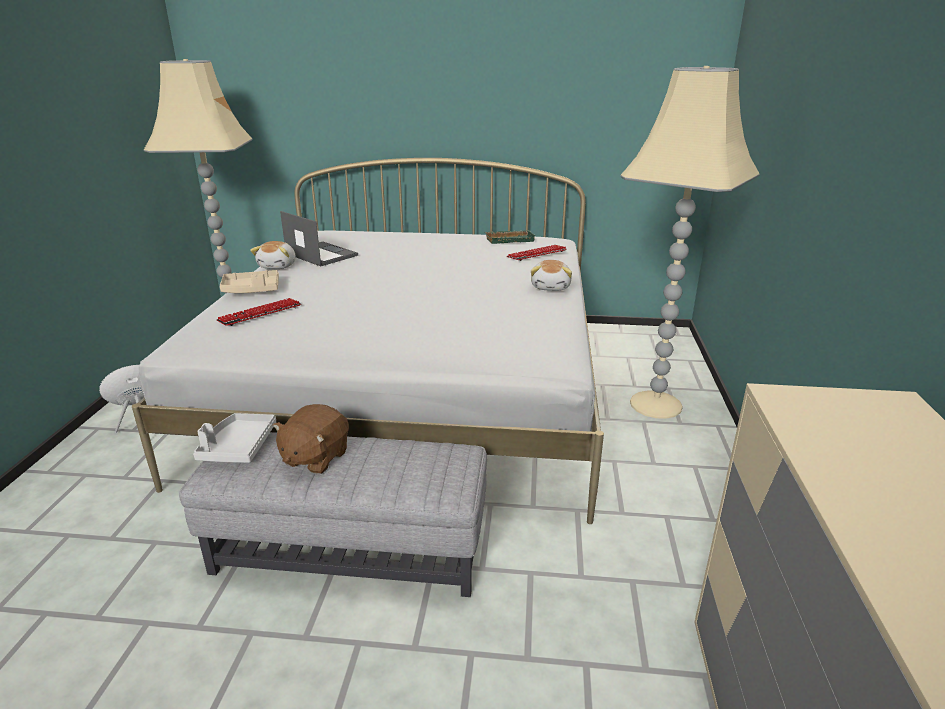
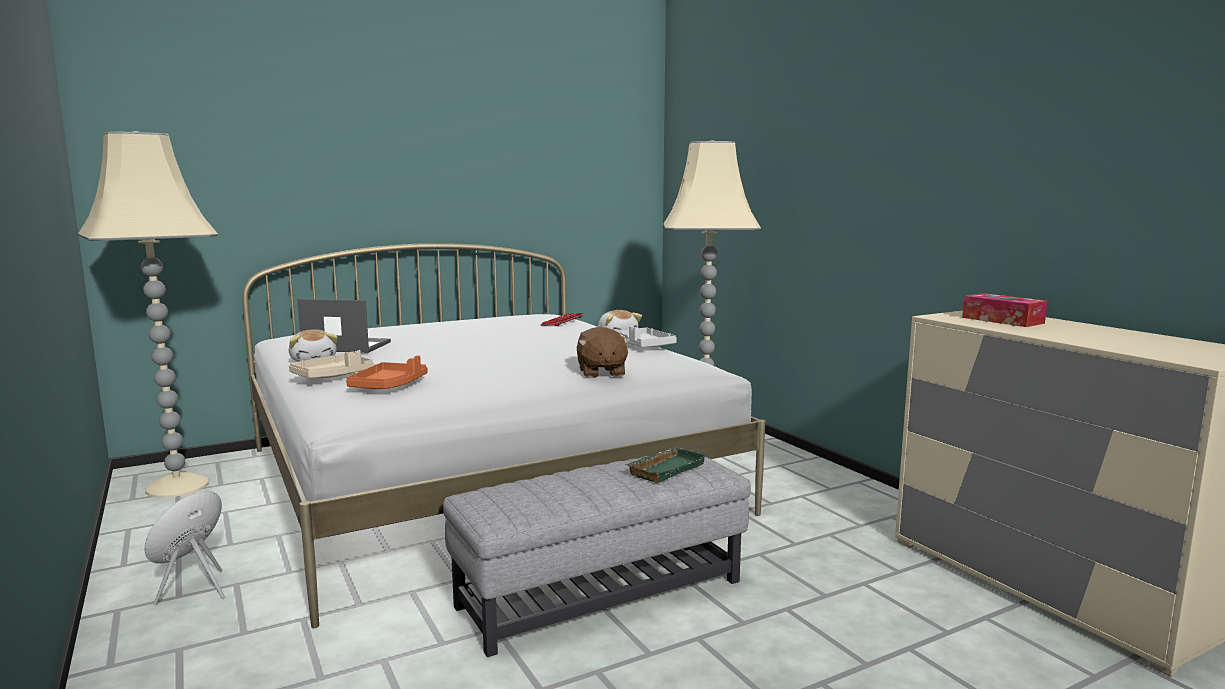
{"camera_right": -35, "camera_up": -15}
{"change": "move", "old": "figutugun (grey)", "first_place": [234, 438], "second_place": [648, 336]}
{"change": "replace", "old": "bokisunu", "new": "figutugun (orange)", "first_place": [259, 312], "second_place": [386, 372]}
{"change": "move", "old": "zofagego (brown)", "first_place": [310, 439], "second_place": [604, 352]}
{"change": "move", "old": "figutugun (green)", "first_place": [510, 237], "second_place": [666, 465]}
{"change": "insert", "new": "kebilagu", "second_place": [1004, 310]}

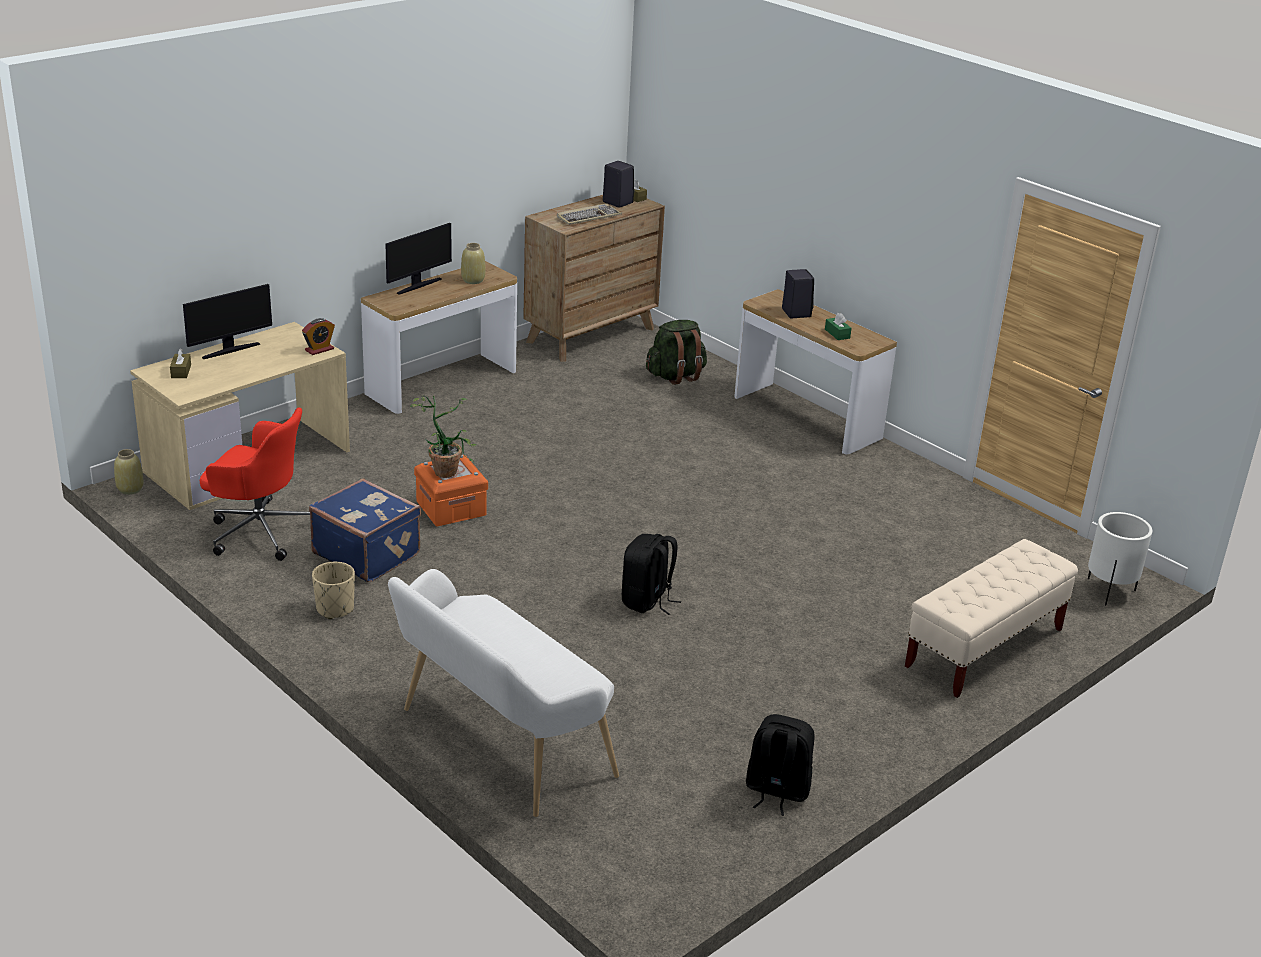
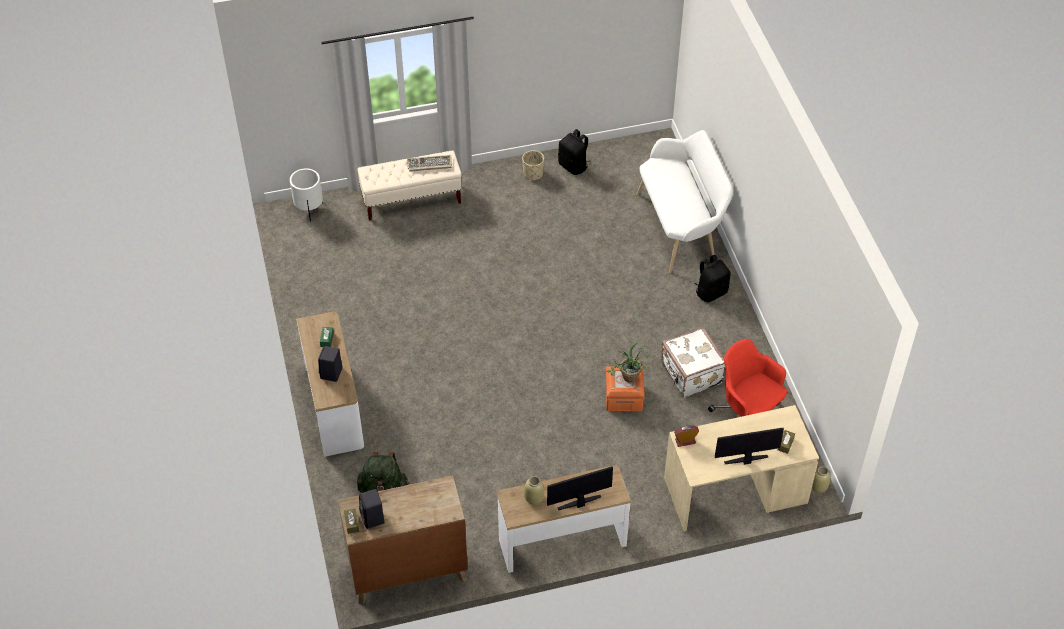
{"camera_right": -150, "camera_up": 20}
{"change": "recolor", "old": "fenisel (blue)", "new": "fenisel (white)", "first_place": [365, 530], "second_place": [693, 362]}
{"change": "move", "old": "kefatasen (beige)", "first_place": [333, 590], "second_place": [533, 165]}
{"change": "move", "old": "bokisunu", "first_place": [589, 214], "second_place": [429, 163]}
{"change": "move", "old": "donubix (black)", "first_place": [651, 574], "second_place": [713, 278]}

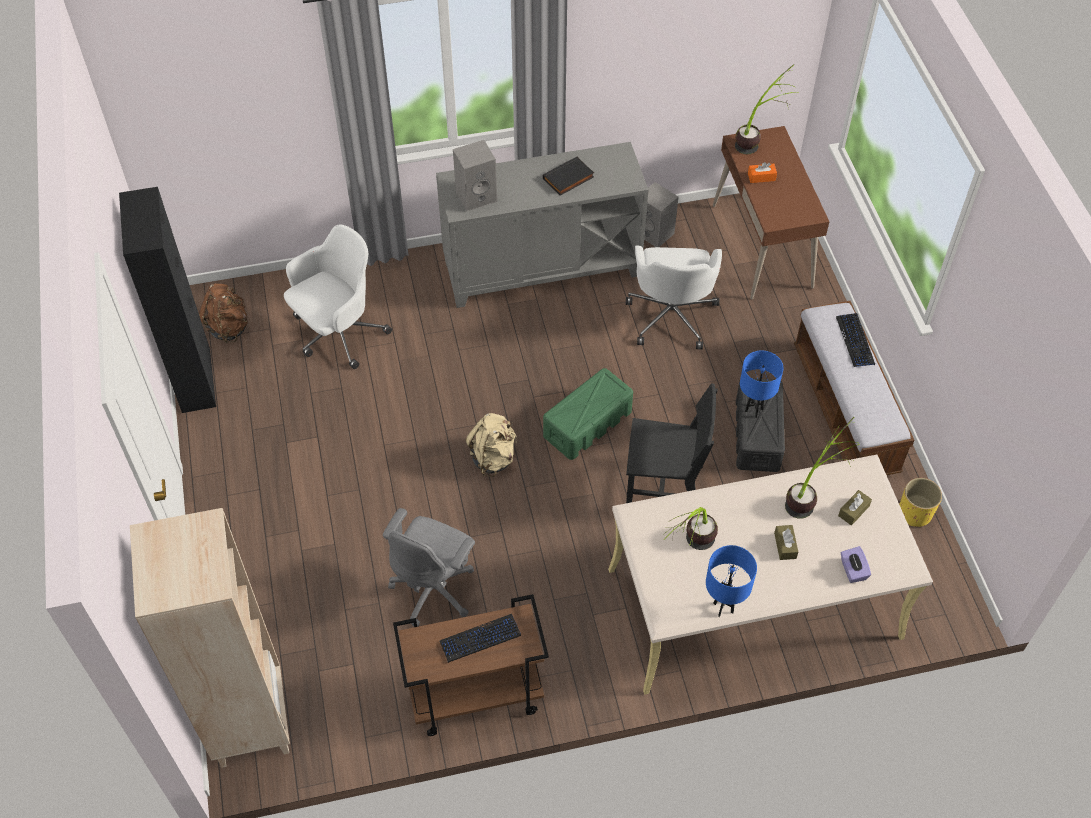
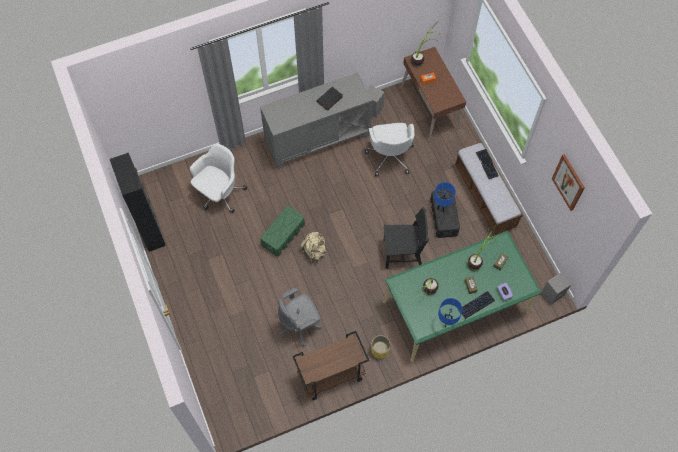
{"camera_right": -10, "camera_up": 10}
{"change": "delete", "old": "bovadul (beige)", "first_place": [210, 638]}
{"change": "delete", "old": "donubix (brown)", "first_place": [223, 313]}
{"change": "rotate", "old": "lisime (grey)", "first_place": [429, 567], "second_place": [300, 317], "degrees": 45}
{"change": "move", "old": "bokisunu", "first_place": [480, 638], "second_place": [478, 305]}
{"change": "move", "old": "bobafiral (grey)", "first_place": [475, 175], "second_place": [556, 288]}
{"change": "move", "old": "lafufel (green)", "first_place": [588, 414], "second_place": [282, 231]}
{"change": "recolor", "old": "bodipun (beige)", "new": "bodipun (green)", "first_place": [770, 575], "second_place": [462, 296]}
{"change": "move", "old": "kefatasen (yellow)", "first_place": [920, 502], "second_place": [381, 347]}
{"change": "insert", "new": "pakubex", "second_place": [568, 182]}

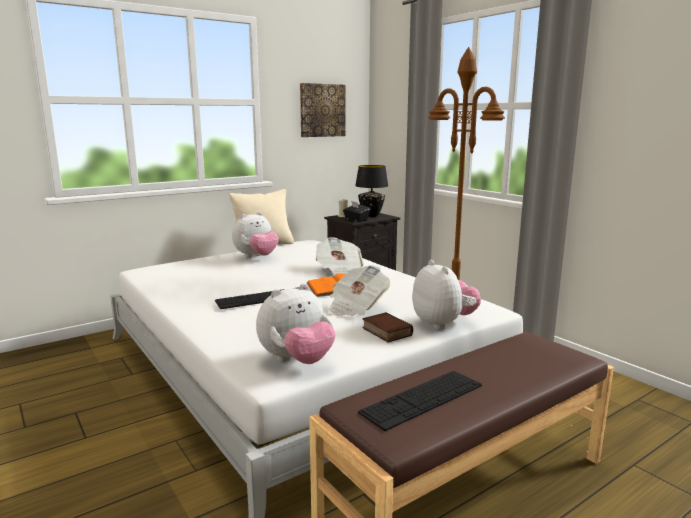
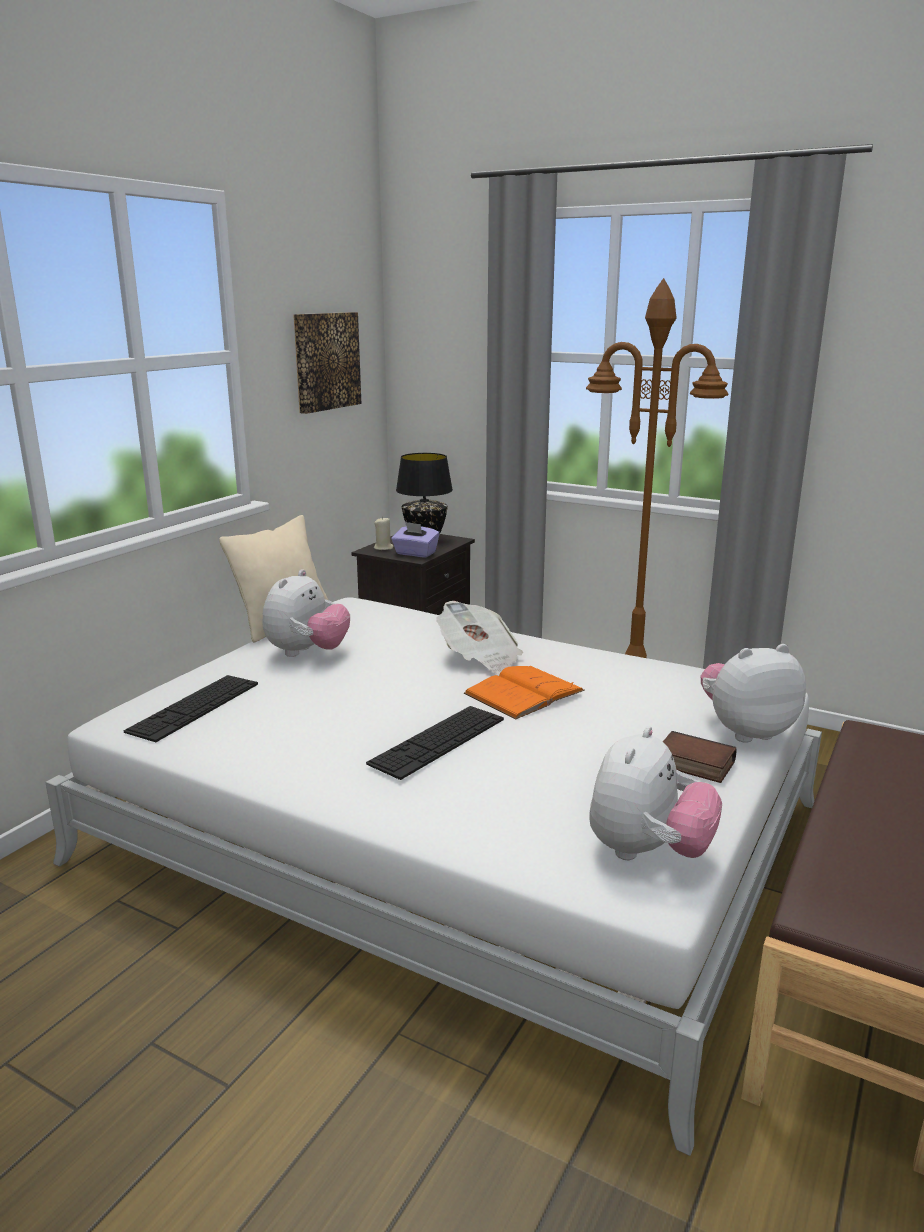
{"camera_right": -25, "camera_up": 5}
{"change": "delete", "old": "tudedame", "first_place": [358, 290]}
{"change": "recolor", "old": "kebilagu (black)", "new": "kebilagu (purple)", "first_place": [356, 211], "second_place": [416, 540]}
{"change": "move", "old": "bokisunu", "first_place": [420, 401], "second_place": [191, 708]}
{"change": "rotate", "old": "zofagego", "first_place": [446, 295], "second_place": [753, 693], "degrees": -60}

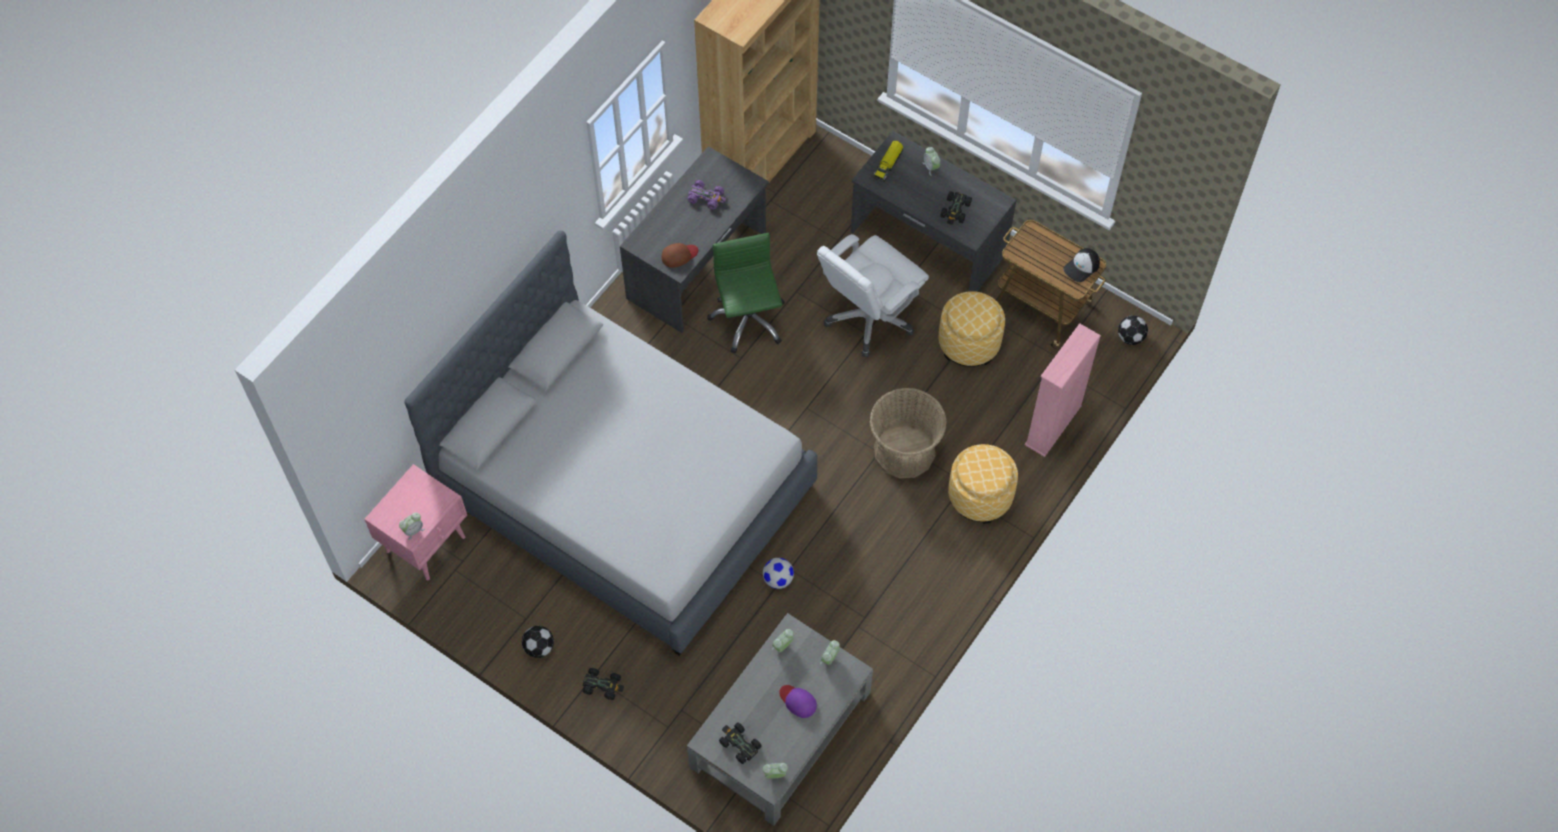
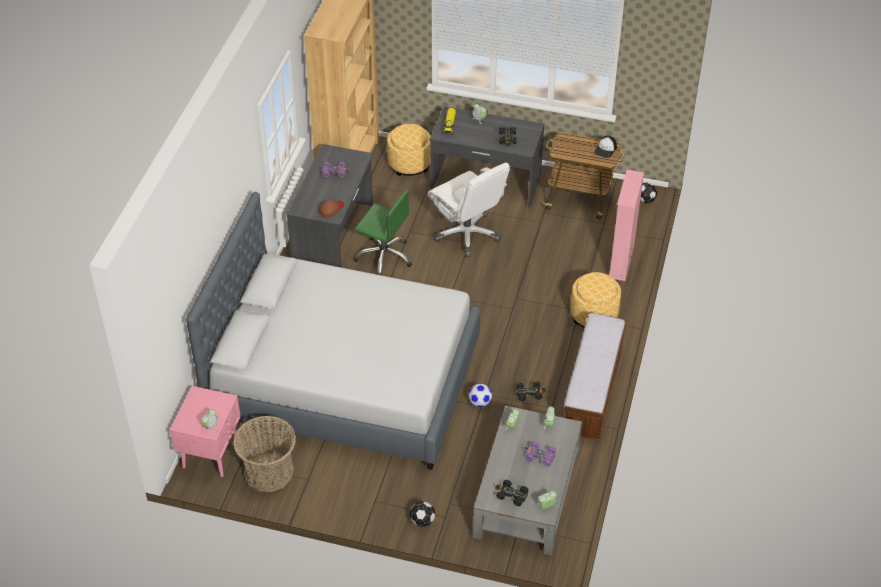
{"camera_right": -20, "camera_up": -15}
{"change": "move", "old": "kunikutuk", "first_place": [538, 642], "second_place": [422, 514]}
{"change": "move", "old": "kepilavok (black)", "first_place": [603, 684], "second_place": [531, 391]}
{"change": "rotate", "old": "lisime (green)", "first_place": [746, 293], "second_place": [383, 232], "degrees": 150}
{"change": "replace", "old": "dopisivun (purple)", "new": "kepilavok (purple)", "first_place": [798, 701], "second_place": [539, 454]}
{"change": "rotate", "old": "lisime (white)", "first_place": [873, 295], "second_place": [469, 210], "degrees": -60}
{"change": "move", "old": "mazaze", "first_place": [908, 433], "second_place": [264, 454]}
{"change": "move", "old": "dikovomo", "first_place": [972, 329], "second_place": [409, 150]}
{"change": "insert", "new": "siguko", "second_place": [595, 377]}

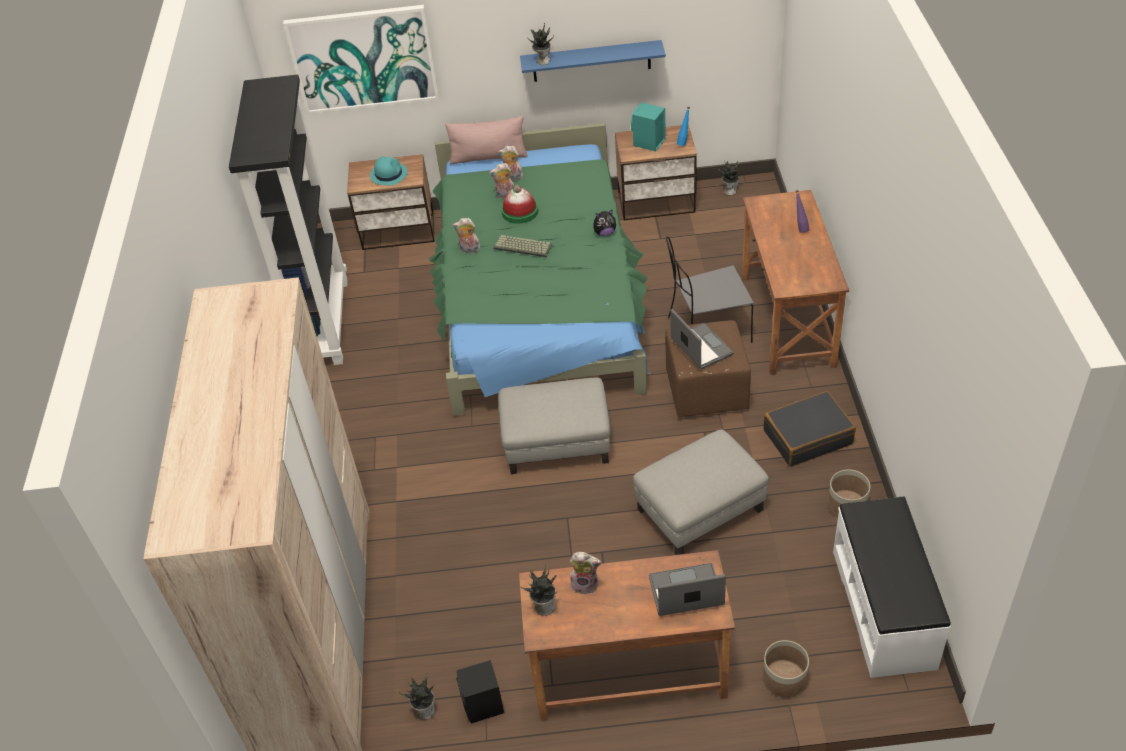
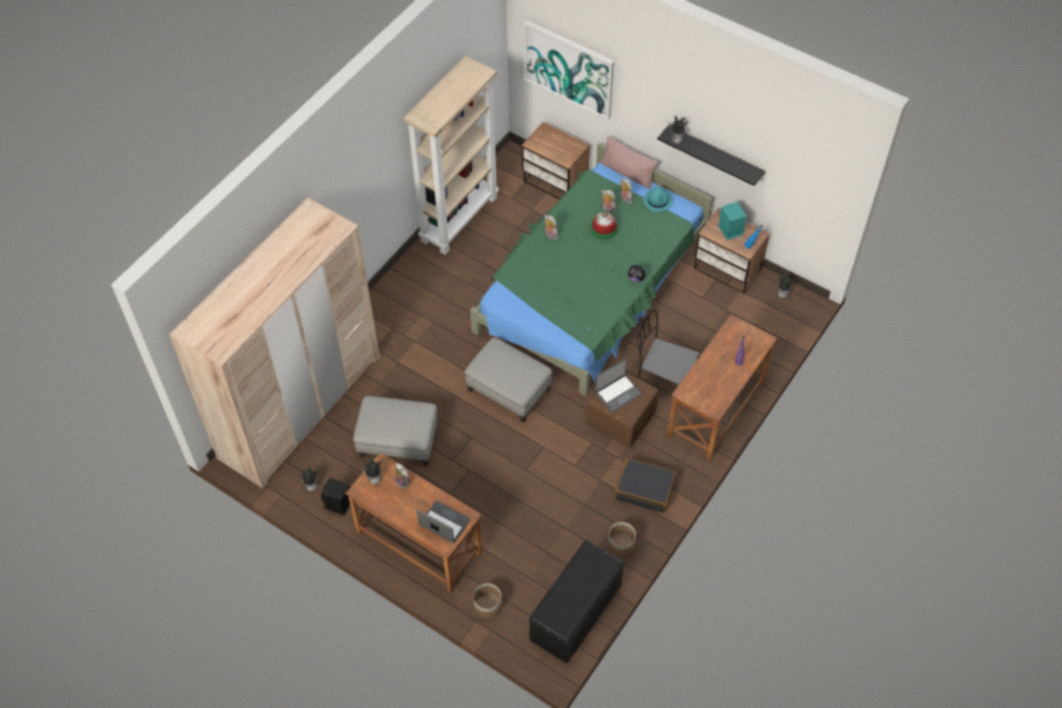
{"camera_right": 35, "camera_up": 10}
{"change": "recolor", "old": "bovadul (black)", "new": "bovadul (beige)", "first_place": [288, 220], "second_place": [451, 155]}
{"change": "move", "old": "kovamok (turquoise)", "first_place": [389, 170], "second_place": [657, 199]}
{"change": "delete", "old": "bokisunu", "first_place": [523, 246]}
{"change": "recolor", "old": "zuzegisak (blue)", "new": "zuzegisak (black)", "first_place": [593, 61], "second_place": [711, 155]}
{"change": "move", "old": "dikovomo (grey)", "first_place": [701, 492], "second_place": [395, 431]}
{"change": "rotate", "old": "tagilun", "first_place": [701, 339], "second_place": [618, 385], "degrees": 45}
{"change": "recolor", "old": "siguko (white)", "new": "siguko (black)", "first_place": [892, 587], "second_place": [576, 602]}

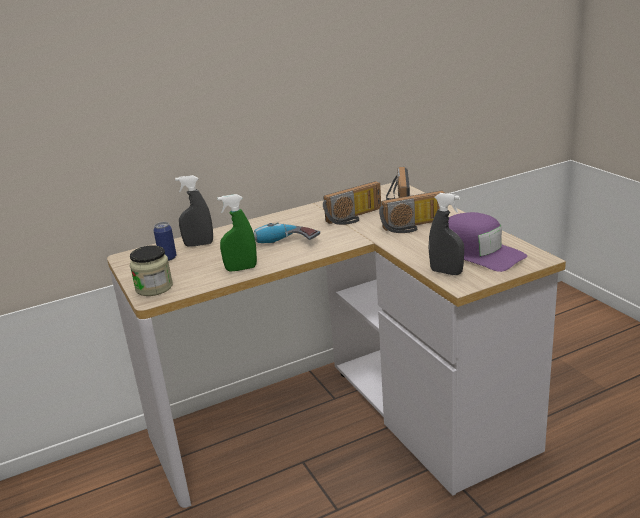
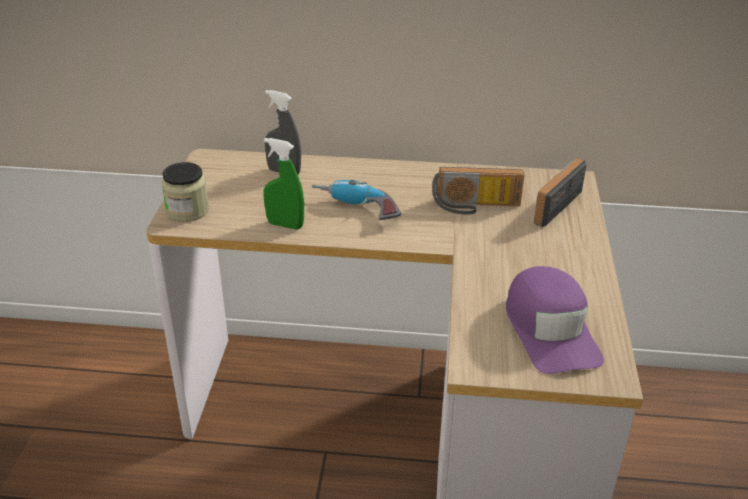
{"camera_right": 30, "camera_up": 10}
{"change": "delete", "old": "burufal", "first_place": [165, 241]}
{"change": "delete", "old": "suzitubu", "first_place": [412, 211]}
{"change": "delete", "old": "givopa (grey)", "first_place": [446, 234]}

